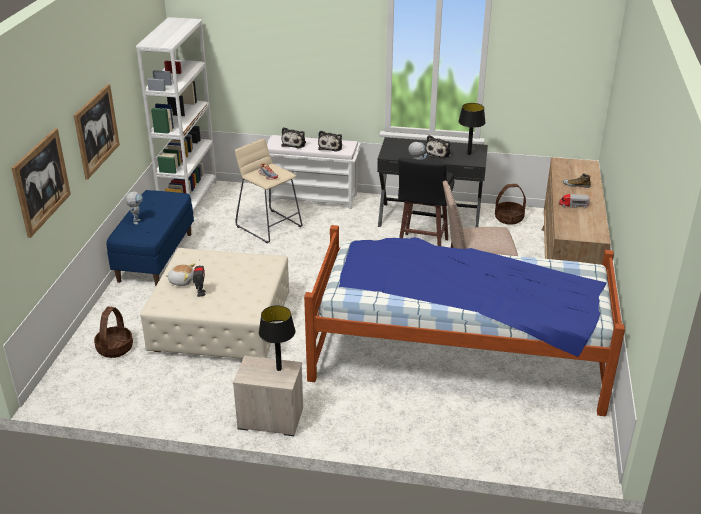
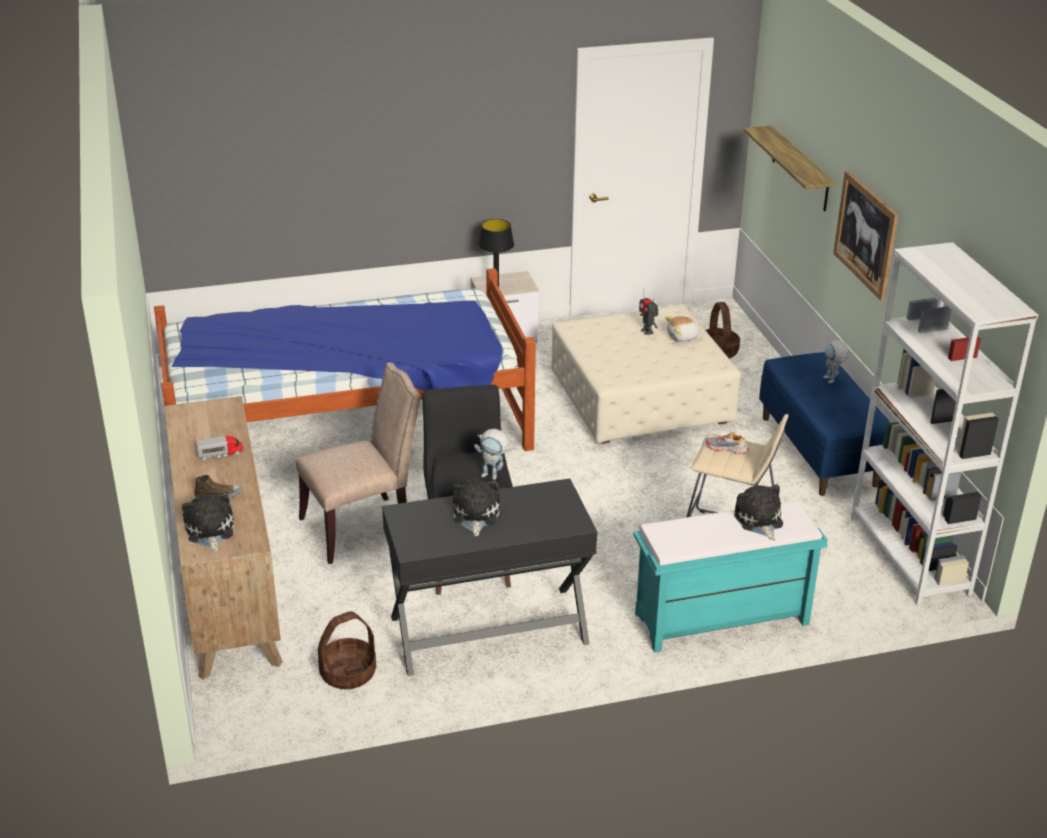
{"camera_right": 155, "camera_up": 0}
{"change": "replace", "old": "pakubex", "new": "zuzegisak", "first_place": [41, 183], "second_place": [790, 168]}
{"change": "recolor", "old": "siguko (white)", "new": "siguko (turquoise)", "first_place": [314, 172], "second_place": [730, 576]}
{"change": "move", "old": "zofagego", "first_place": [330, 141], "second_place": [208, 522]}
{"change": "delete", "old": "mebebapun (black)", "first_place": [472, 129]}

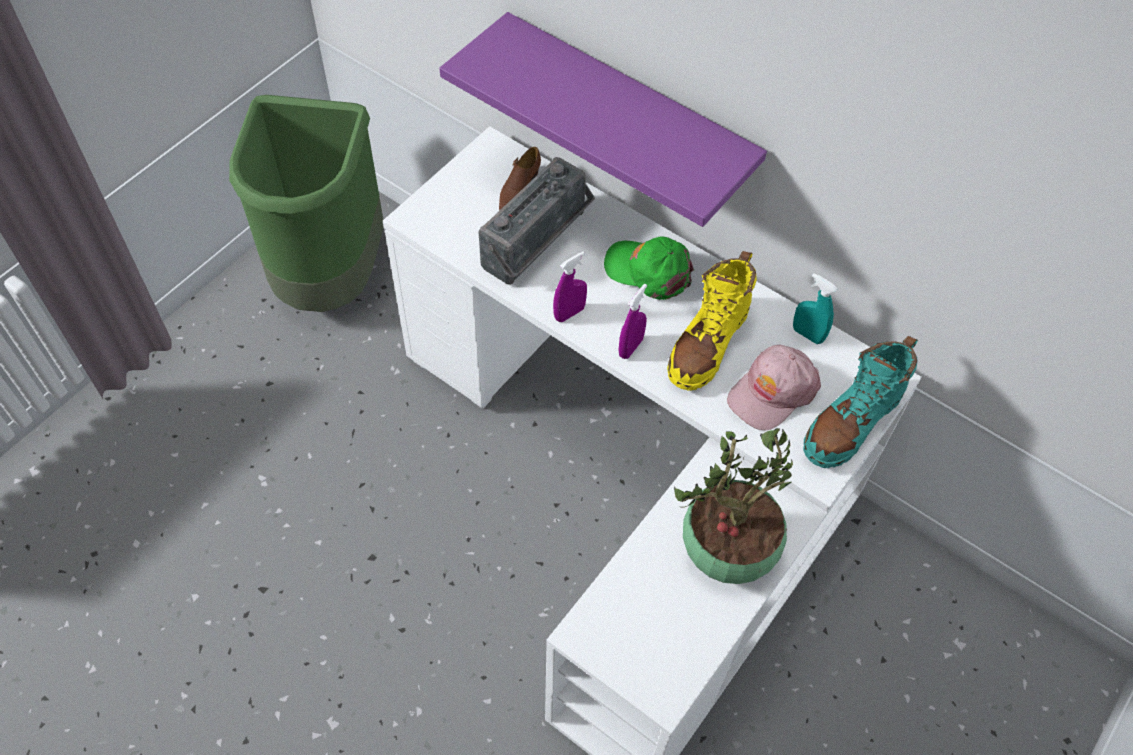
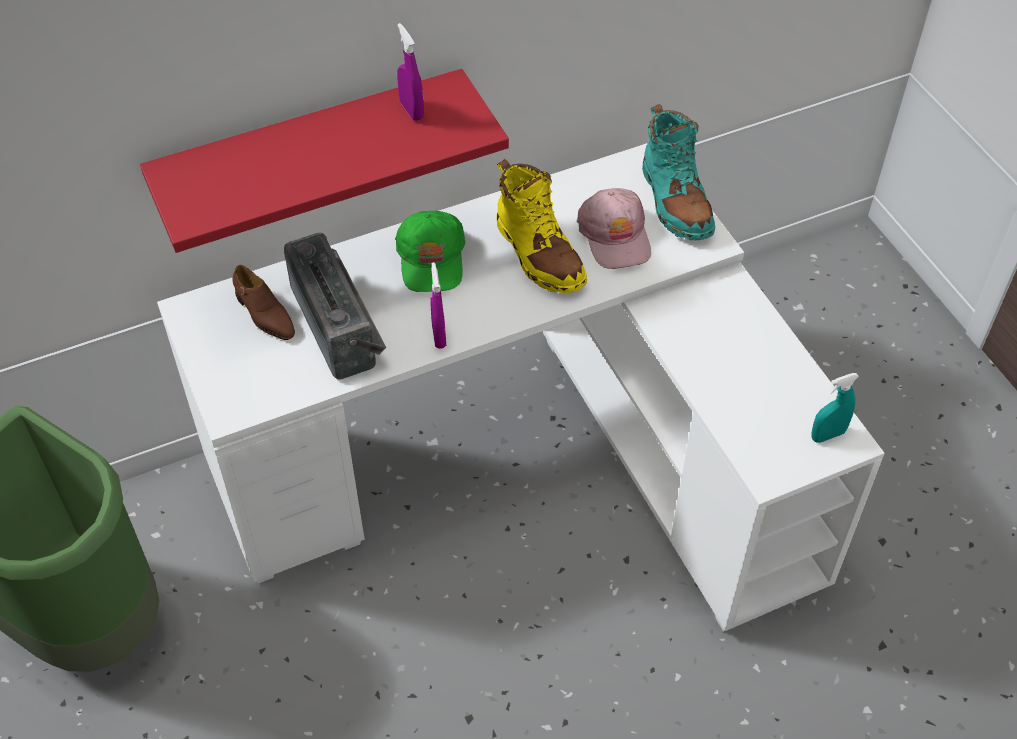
{"camera_right": -60, "camera_up": -5}
{"change": "recolor", "old": "zuzegisak (purple)", "new": "zuzegisak (red)", "first_place": [603, 119], "second_place": [324, 161]}
{"change": "rotate", "old": "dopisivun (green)", "first_place": [649, 268], "second_place": [430, 251], "degrees": -60}
{"change": "move", "old": "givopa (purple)", "first_place": [632, 321], "second_place": [410, 72]}
{"change": "delete", "old": "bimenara", "first_place": [733, 506]}
{"change": "move", "old": "givopa (turquoise)", "first_place": [815, 308], "second_place": [835, 408]}

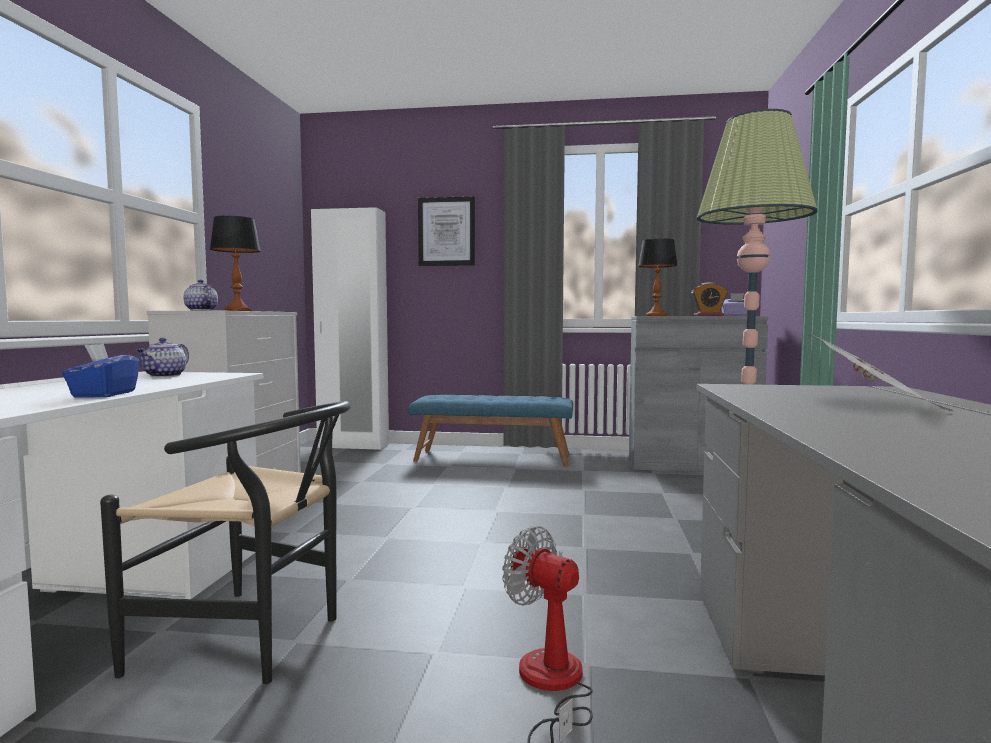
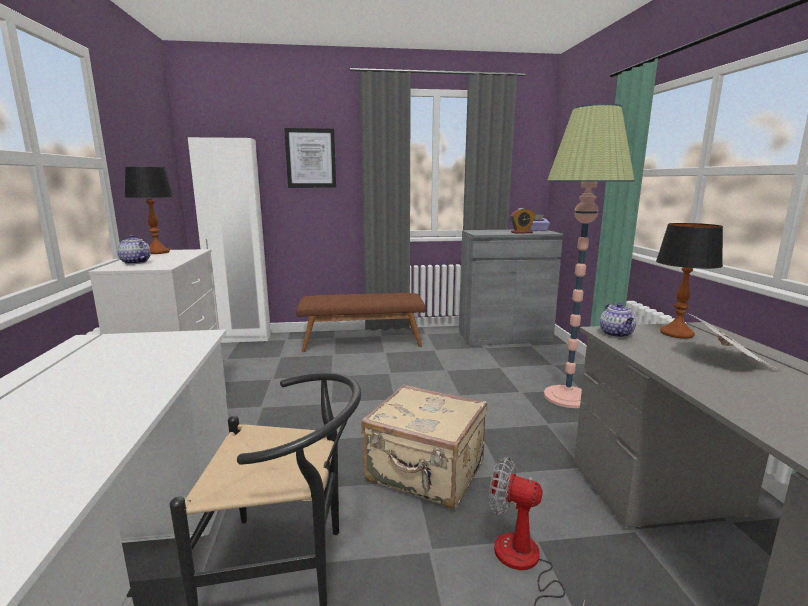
{"camera_right": -15, "camera_up": 10}
{"change": "delete", "old": "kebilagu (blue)", "first_place": [101, 370]}
{"change": "move", "old": "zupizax", "first_place": [162, 357], "second_place": [618, 320]}
{"change": "recolor", "old": "siguko (blue)", "new": "siguko (brown)", "first_place": [490, 431], "second_place": [361, 322]}
{"change": "move", "old": "mebebapun", "first_place": [658, 277], "second_place": [689, 281]}
{"change": "insert", "new": "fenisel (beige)", "second_place": [424, 446]}

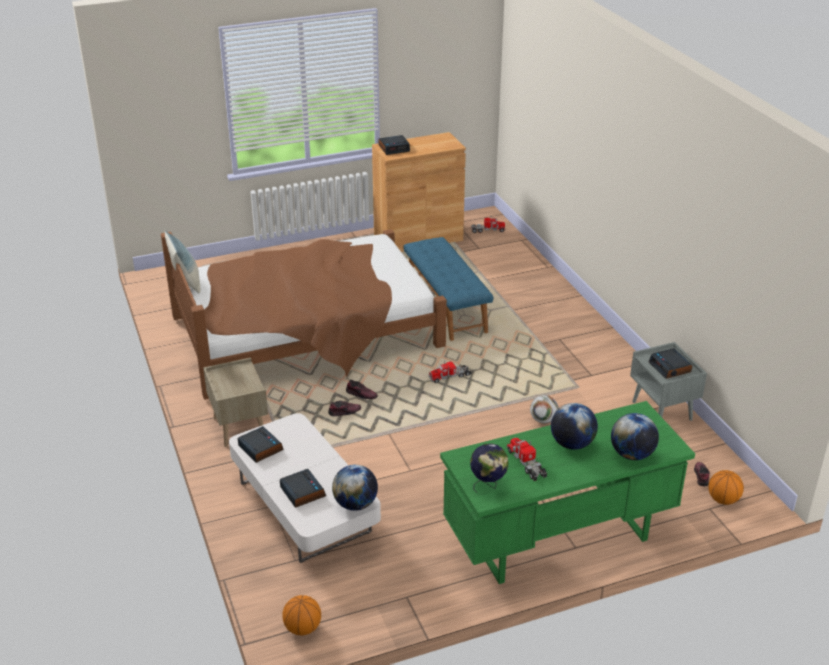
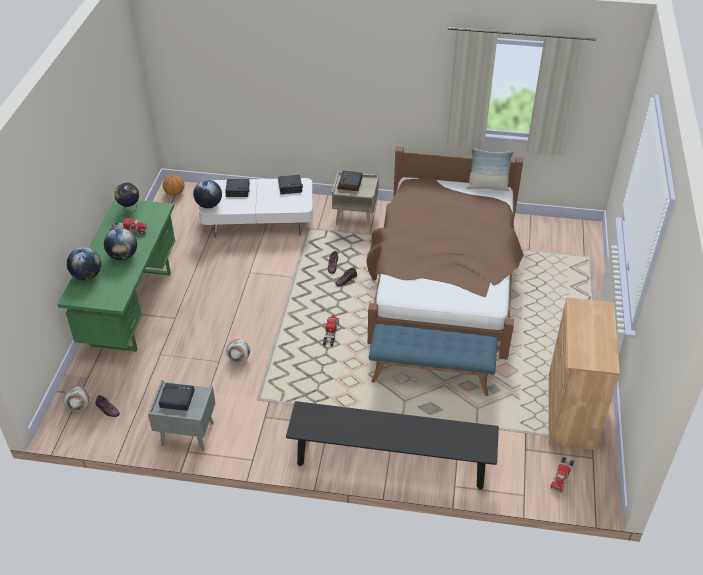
{"camera_right": 120, "camera_up": 10}
{"change": "move", "old": "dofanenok", "first_place": [394, 145], "second_place": [349, 181]}
{"change": "replace", "old": "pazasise", "new": "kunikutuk", "first_place": [726, 487], "second_place": [76, 398]}
{"change": "insert", "new": "siguko (black)", "second_place": [392, 445]}

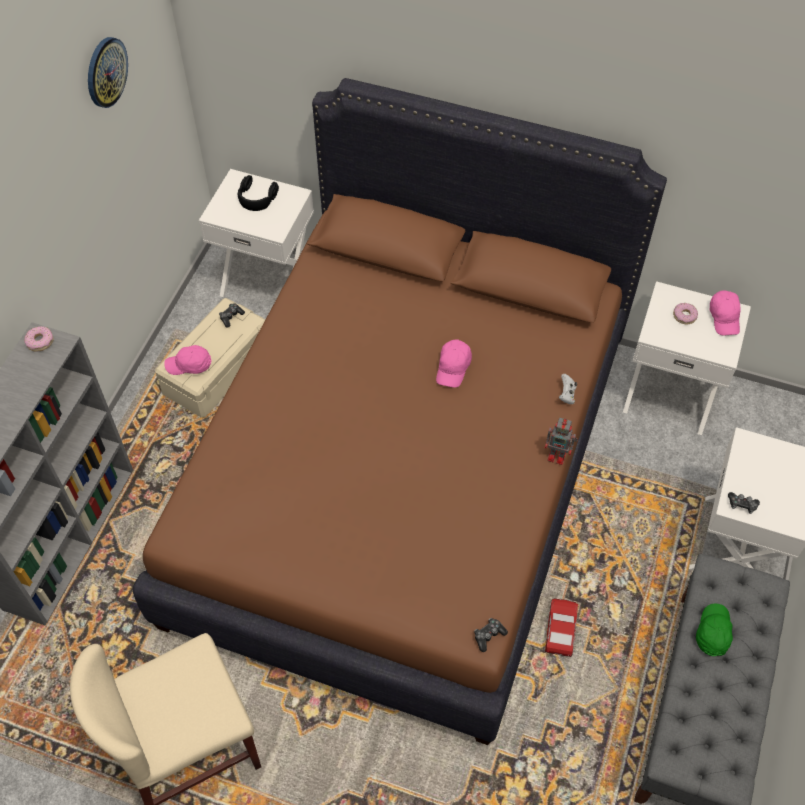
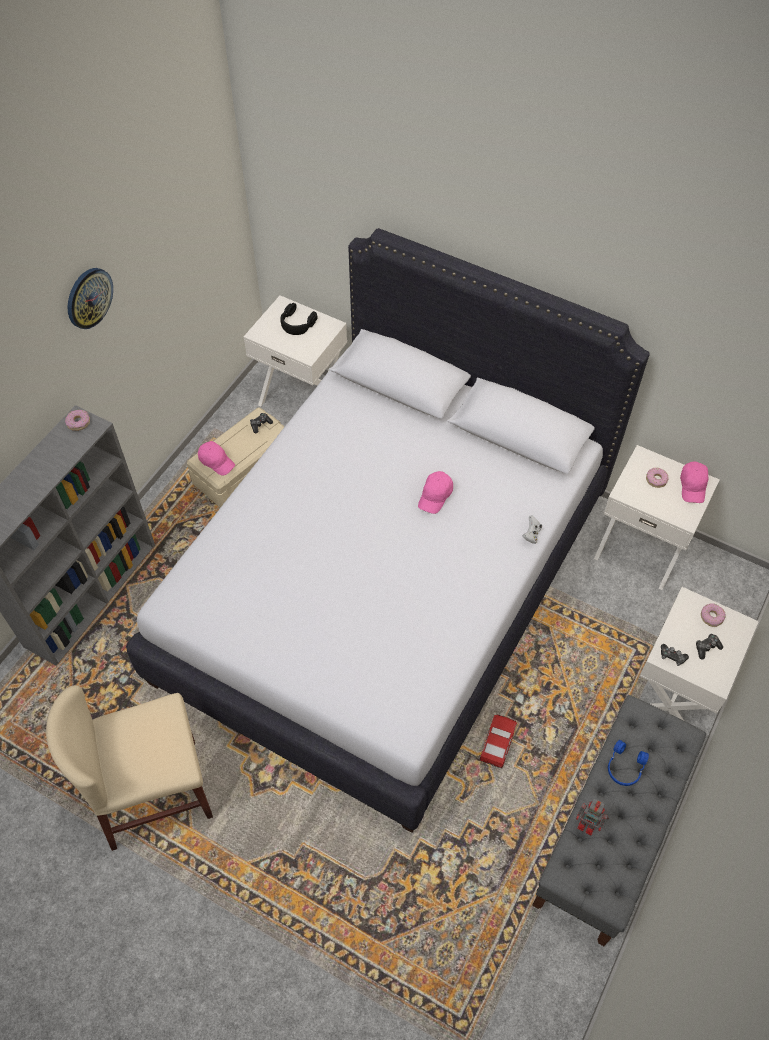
{"camera_right": 10, "camera_up": 0}
{"change": "move", "old": "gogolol", "first_place": [108, 72], "second_place": [90, 298]}
{"change": "recolor", "old": "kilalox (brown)", "new": "kilalox (white)", "first_place": [400, 411], "second_place": [388, 530]}
{"change": "rotate", "old": "dopisivun (pink)", "first_place": [187, 360], "second_place": [216, 458], "degrees": -150}
{"change": "move", "old": "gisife", "first_place": [491, 635], "second_place": [709, 647]}
{"change": "move", "old": "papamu", "first_place": [561, 441], "second_place": [592, 817]}
{"change": "replace", "old": "dopisivun (green)", "new": "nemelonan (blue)", "first_place": [714, 630], "second_place": [628, 763]}
{"change": "insert", "new": "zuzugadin", "second_place": [713, 615]}

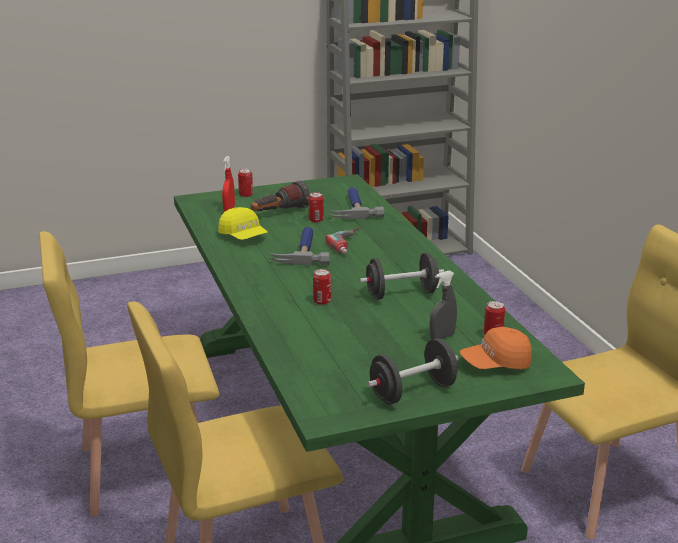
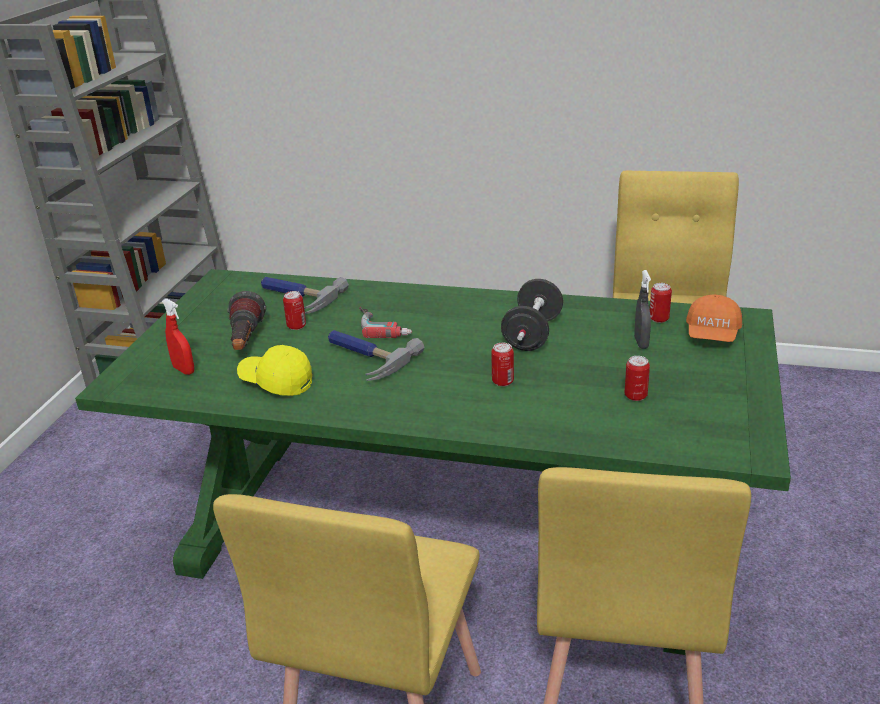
{"camera_right": -55, "camera_up": 5}
{"change": "rotate", "old": "dopisivun (yellow)", "first_place": [243, 223], "second_place": [274, 370], "degrees": -150}
{"change": "move", "old": "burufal", "first_place": [245, 183], "second_place": [637, 378]}
{"change": "delete", "old": "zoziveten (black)", "first_place": [412, 371]}

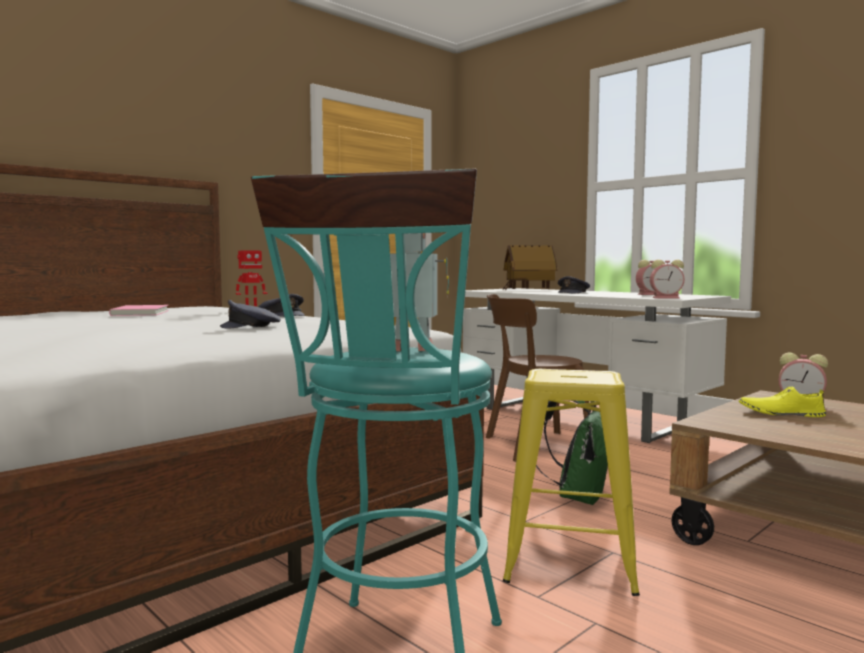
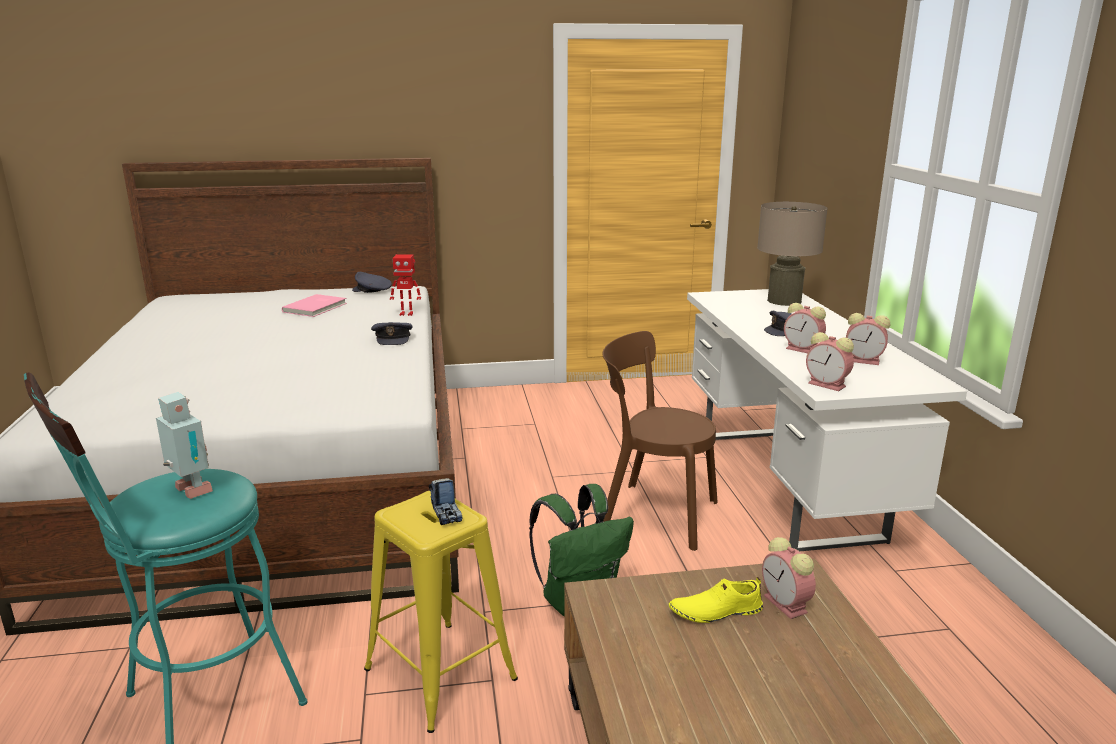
{"camera_right": 35, "camera_up": 15}
{"change": "move", "old": "dopisivun (grey)", "first_place": [250, 314], "second_place": [372, 282]}
{"change": "replace", "old": "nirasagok", "new": "mebebapun (beige)", "first_place": [529, 267], "second_place": [792, 254]}
{"change": "rotate", "old": "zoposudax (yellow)", "first_place": [782, 402], "second_place": [716, 600], "degrees": -60}
{"change": "insert", "new": "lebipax", "second_place": [446, 501]}
{"change": "insert", "new": "dofanenok", "second_place": [805, 328]}

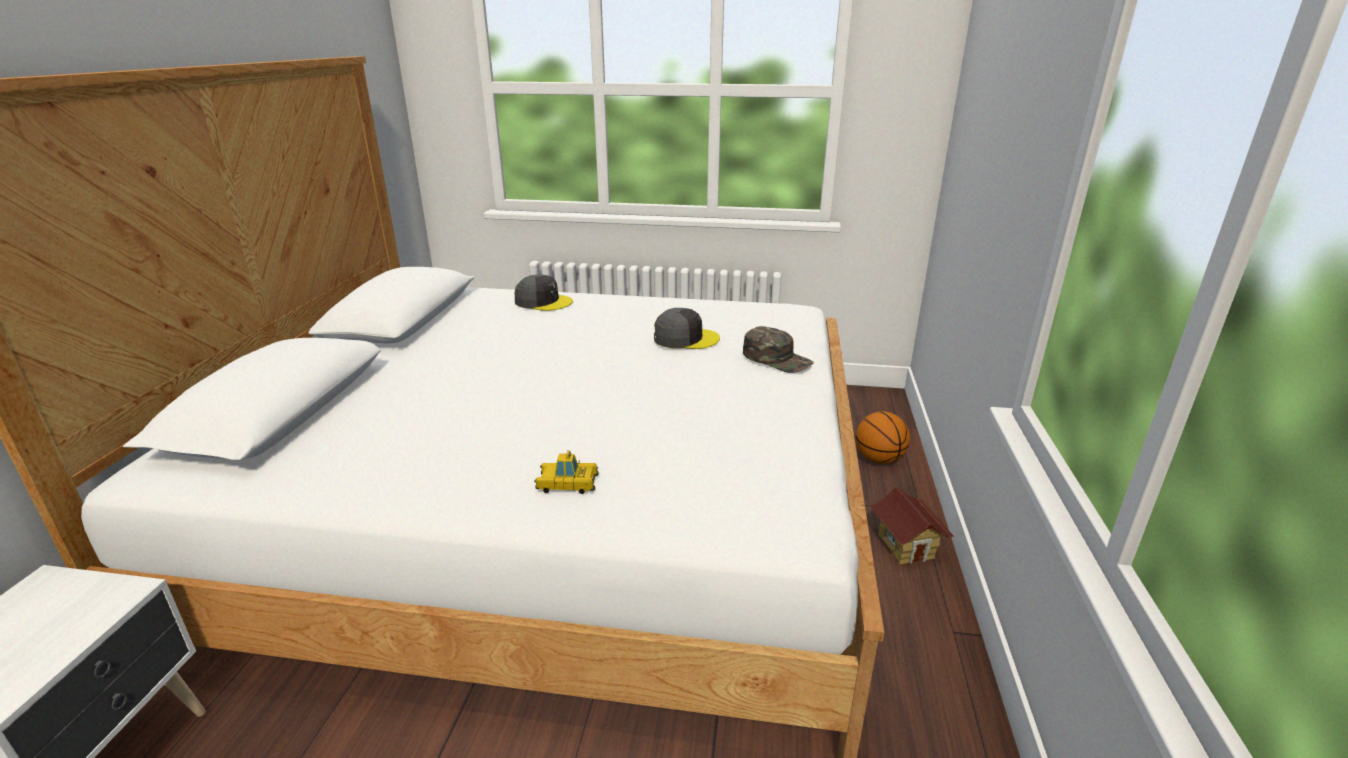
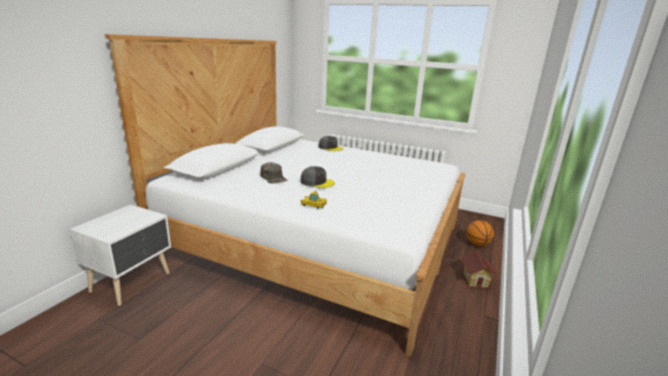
{"camera_right": 15, "camera_up": -5}
{"change": "move", "old": "dopisivun (grey)", "first_place": [687, 328], "second_place": [318, 177]}
{"change": "move", "old": "dopisivun (green)", "first_place": [778, 349], "second_place": [274, 173]}

